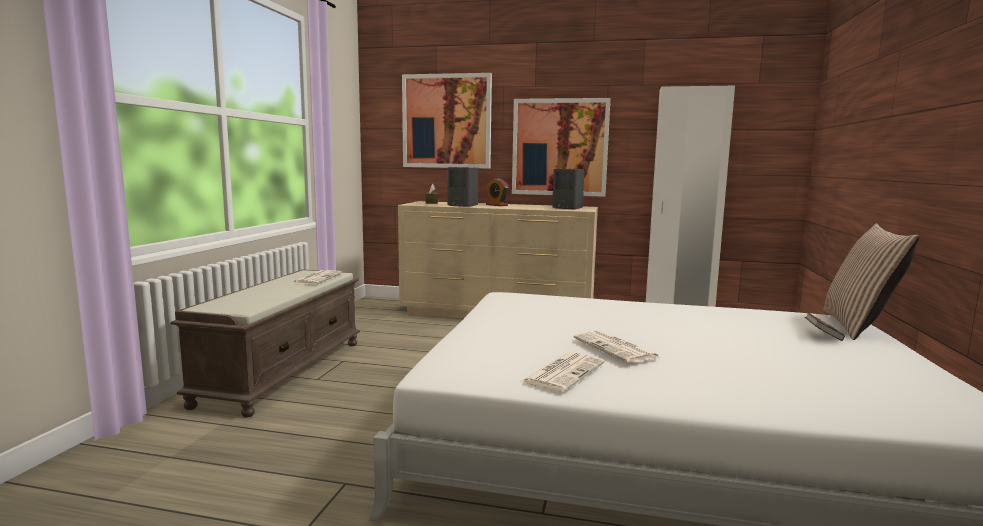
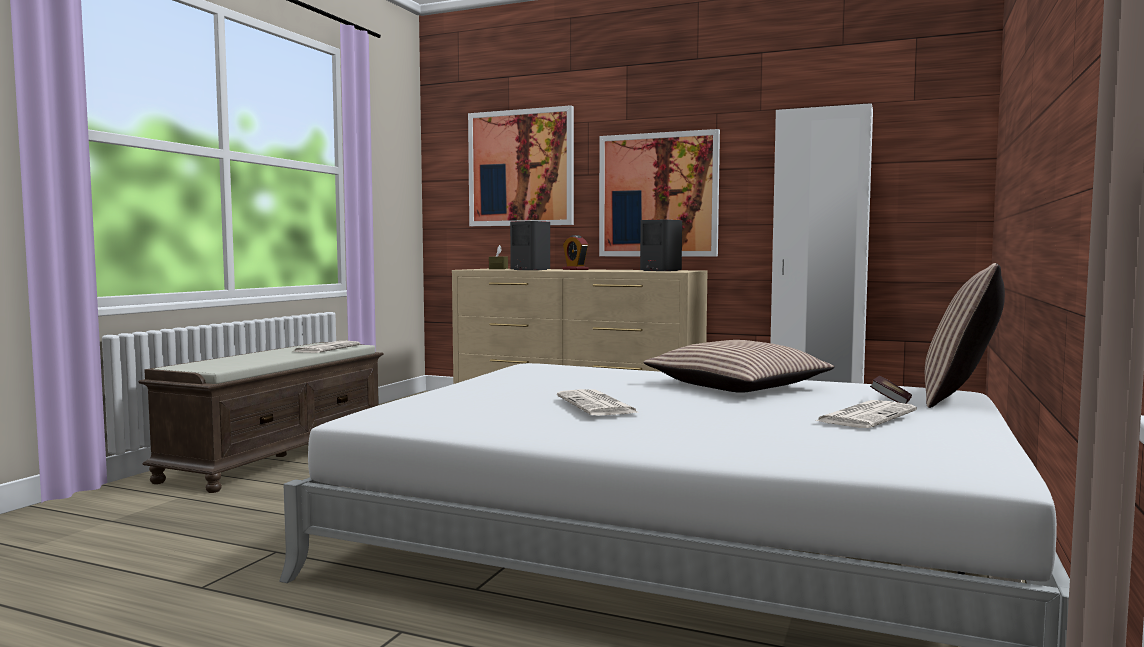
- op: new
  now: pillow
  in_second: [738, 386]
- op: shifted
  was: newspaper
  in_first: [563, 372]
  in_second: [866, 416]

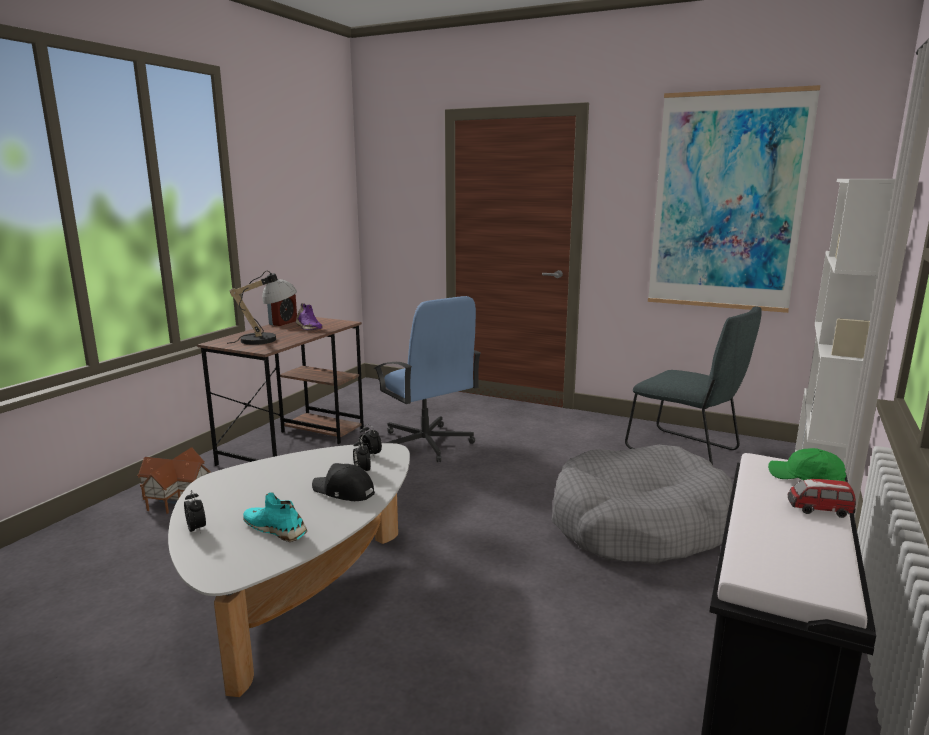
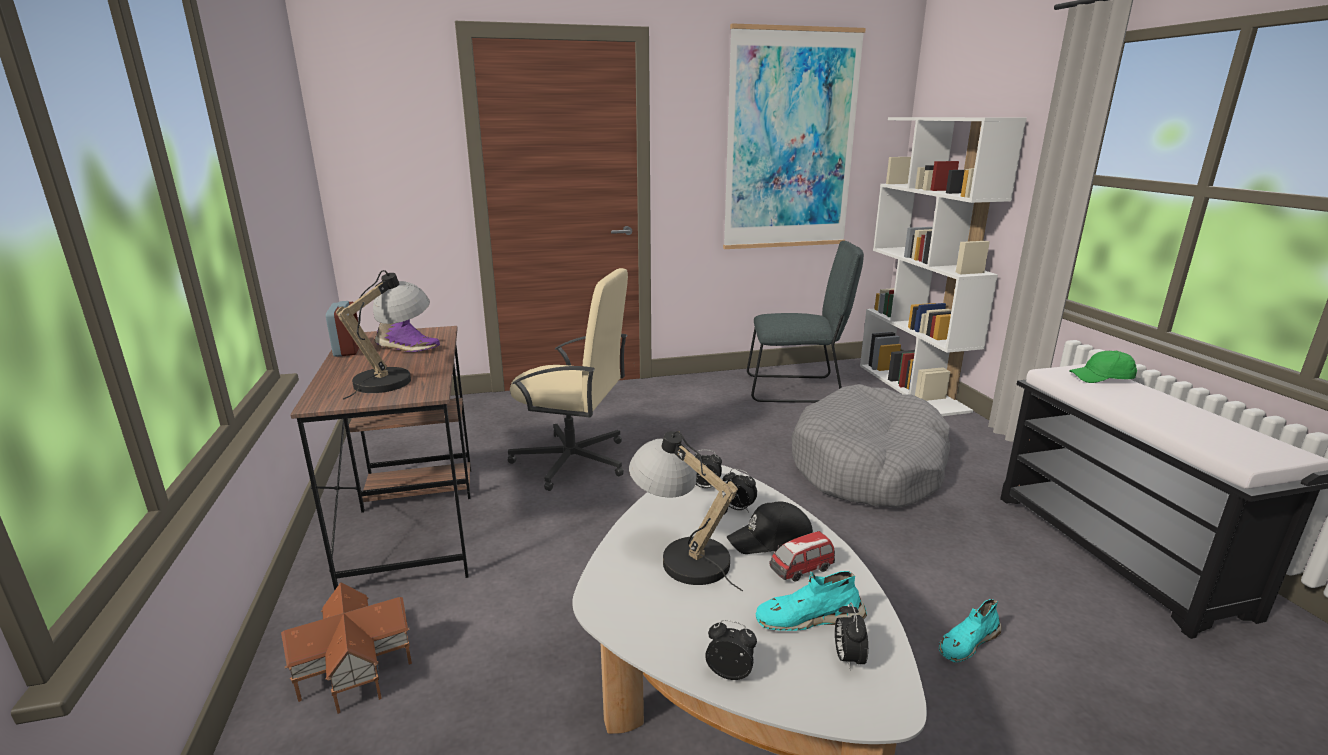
- op: repainted
  was: blue office chair
  now: beige office chair
  in_first: [426, 444]
  in_second: [573, 461]
- op: new
  now: table lamp
  in_second: [682, 555]
- op: shifted
  was: toy car
  in_first: [819, 510]
  in_second: [801, 570]
- op: new
  now: alarm clock
  in_second: [847, 658]
- op: new
  now: turquoise shoe
  in_second: [967, 643]

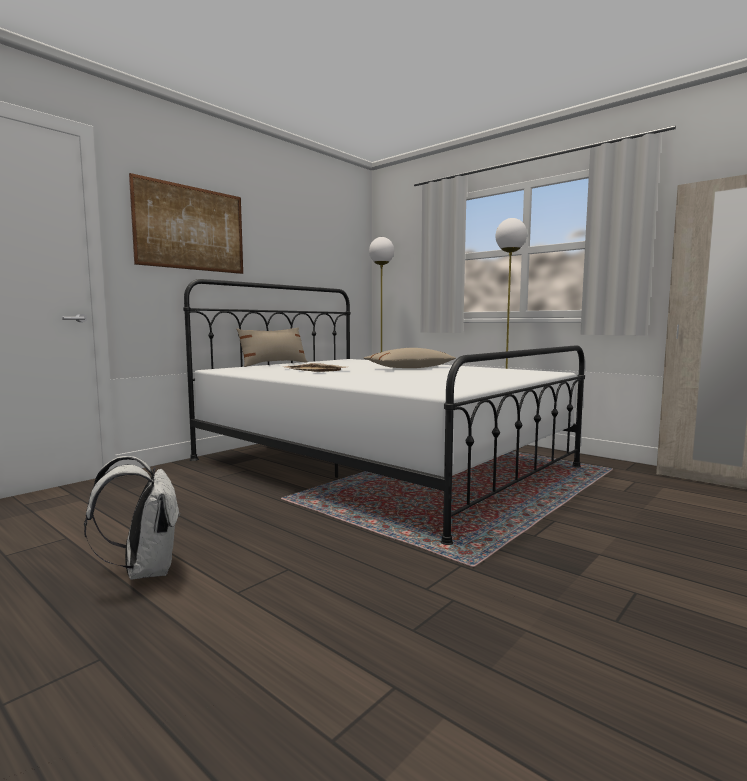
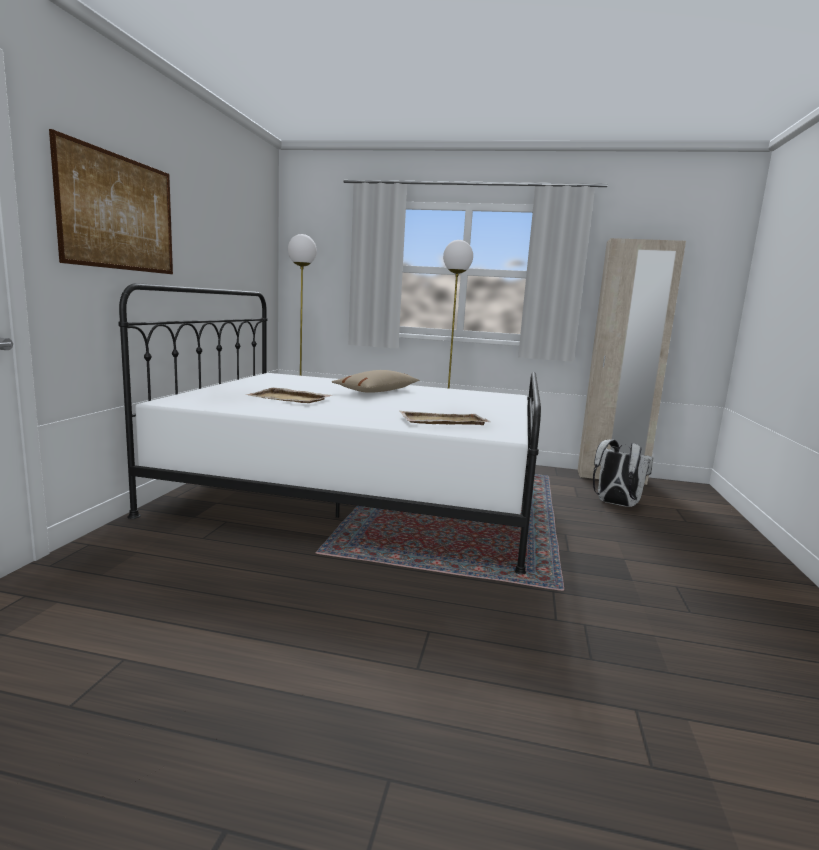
- op: new
  now: beige tray
  in_second: [442, 421]
- op: shifted
  was: white backpack
  in_first: [144, 570]
  in_second: [615, 504]
- op: gone
  was: beige pillow
  in_first: [273, 364]

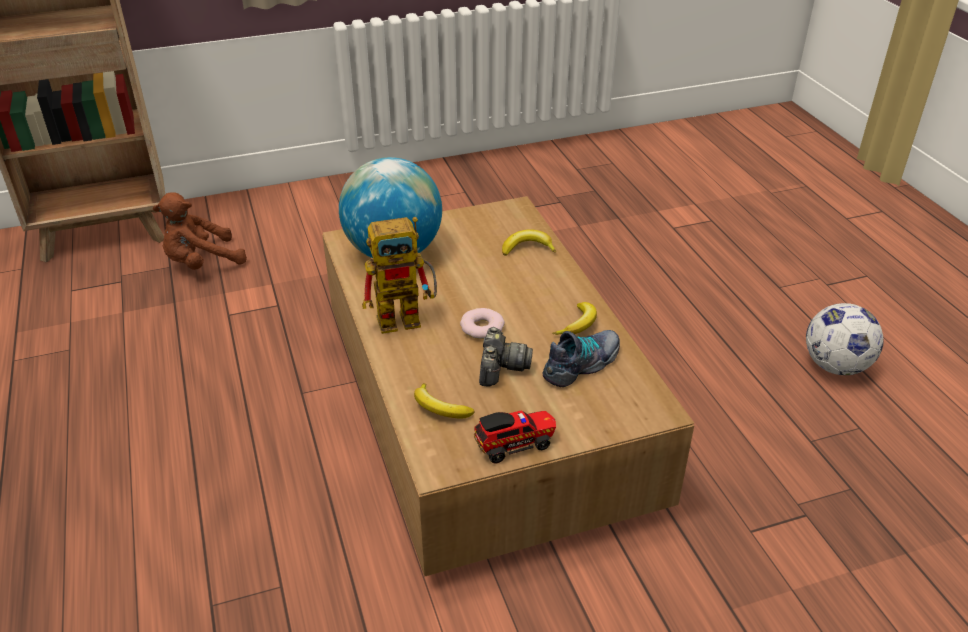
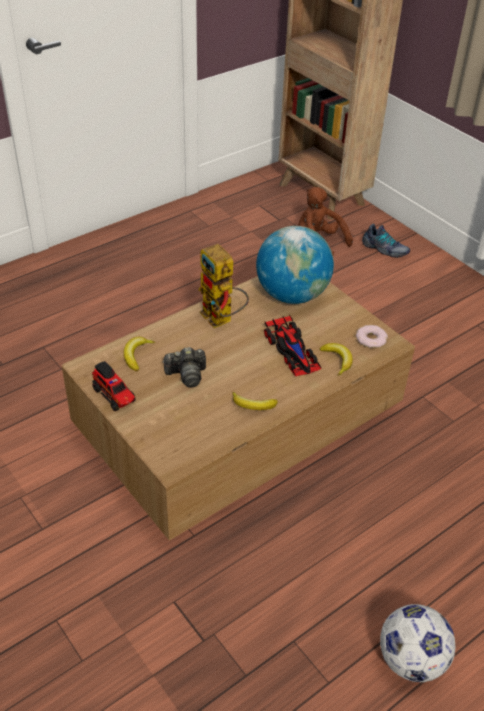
- op: new
  now: toy car
  in_second: [292, 351]
- op: shifted
  was: donut
  in_first: [481, 327]
  in_second: [371, 339]
- op: shifted
  was: shoe
  in_first: [582, 365]
  in_second: [384, 249]

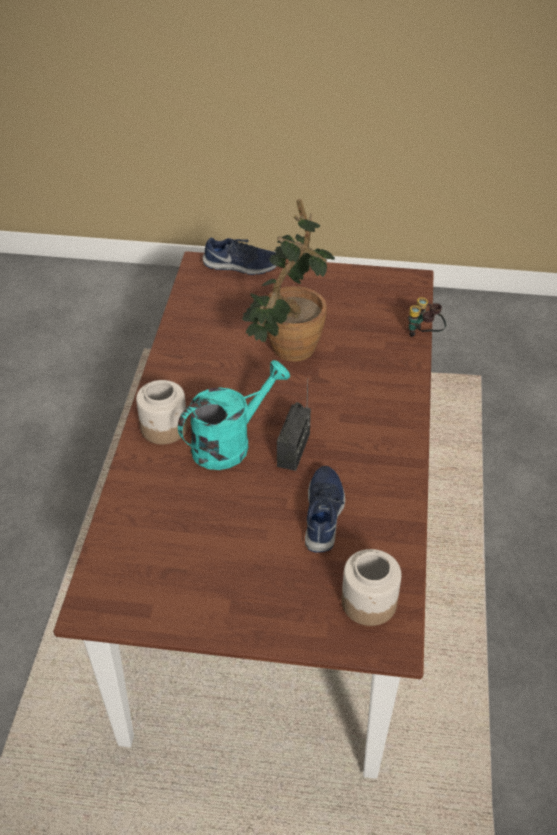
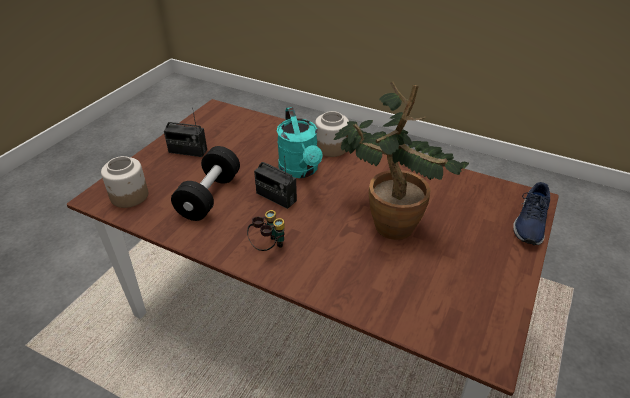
- op: new
  now: radio
  in_second: [187, 151]
- op: swapped
  was: blue shoe
  now: black dumbbell
  in_first: [324, 514]
  in_second: [209, 196]
- op: shifted
  was: binoculars
  in_first: [424, 335]
  in_second: [268, 246]

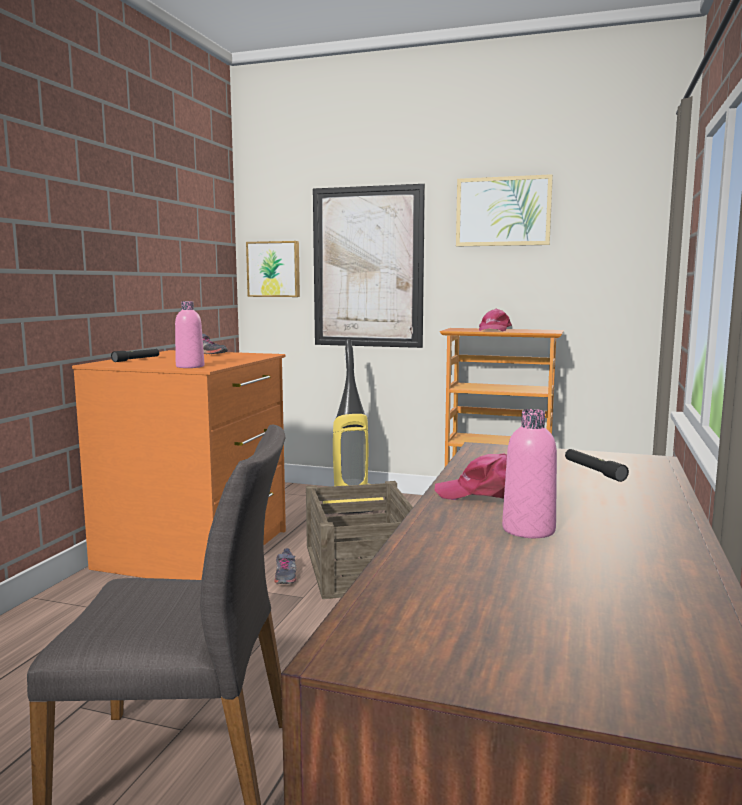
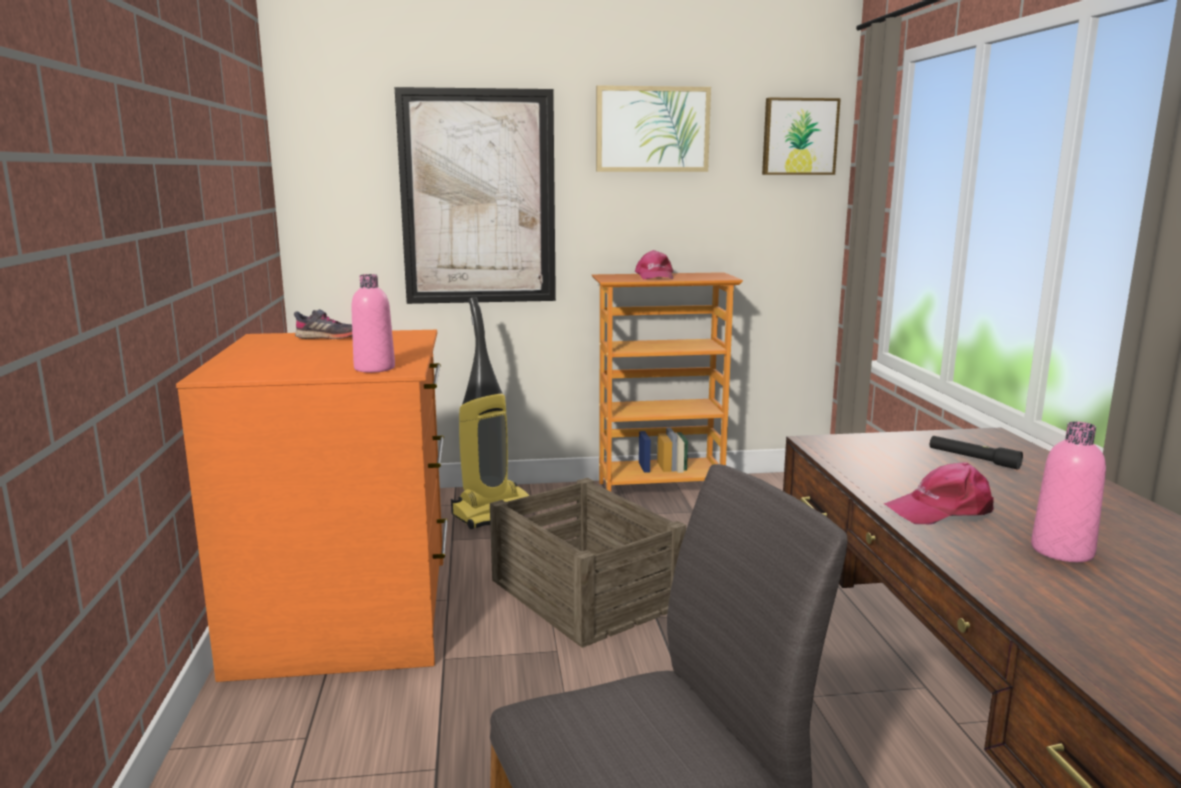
- op: shifted
  was: picture
  in_first: [274, 269]
  in_second: [799, 137]
- op: gone
  was: black flashlight
  in_first: [136, 359]
- op: gone
  was: grey shoe
  in_first: [285, 576]

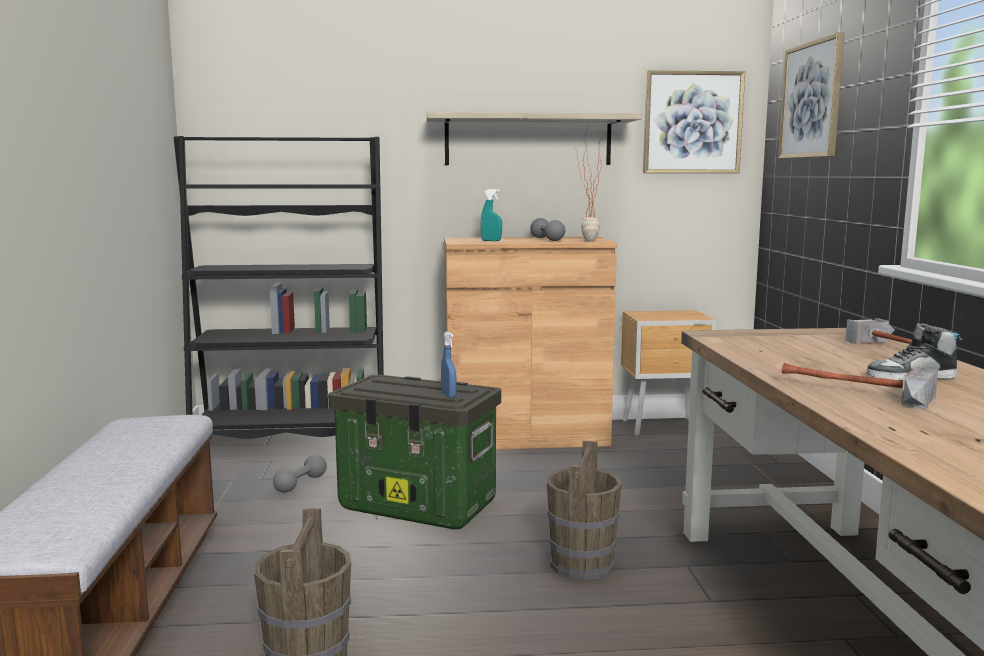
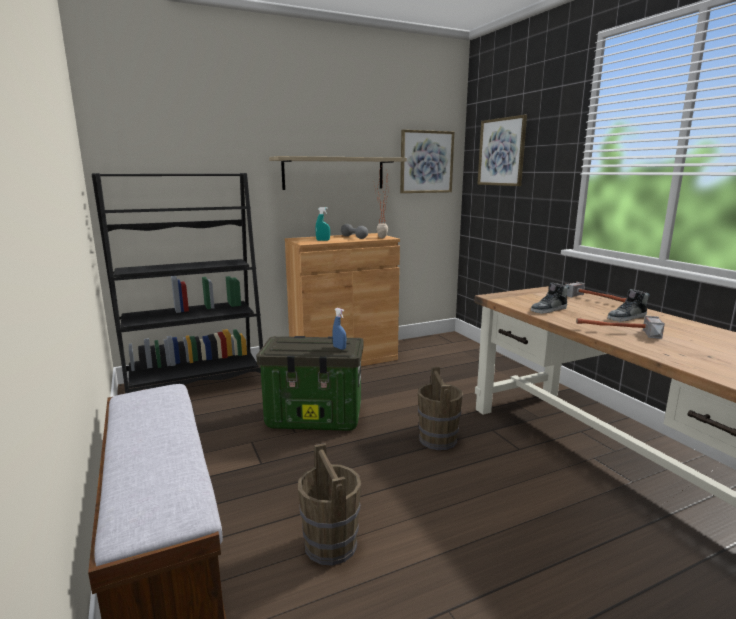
- op: new
  now: shoe
  in_second: [548, 310]
- op: gone
  was: grey dumbbell
  in_first: [301, 484]
- op: gone
  was: brown nightstand
  in_first: [665, 428]

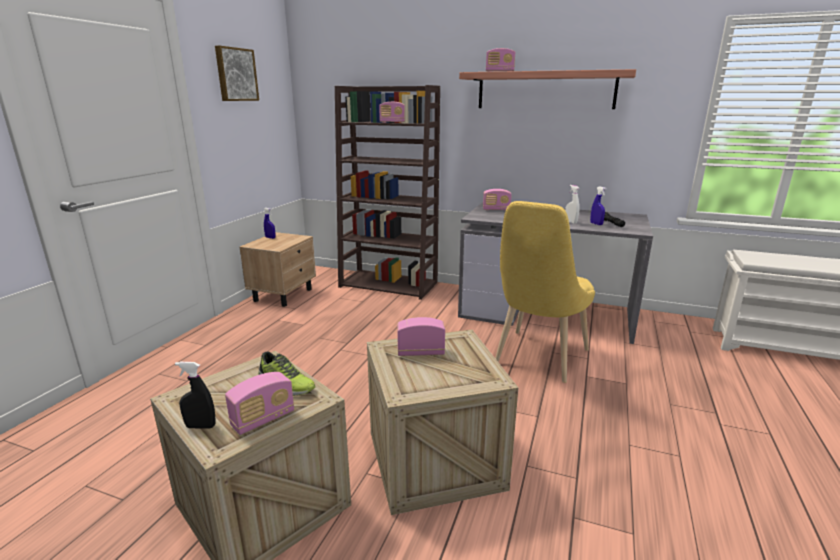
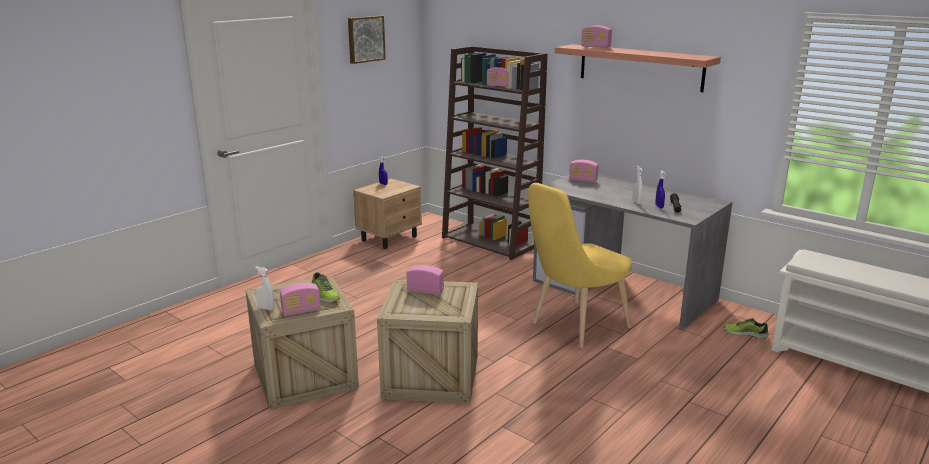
- op: repainted
  was: black spray bottle
  now: white spray bottle
  in_first: [200, 426]
  in_second: [266, 308]
- op: new
  now: shoe
  in_second: [745, 333]

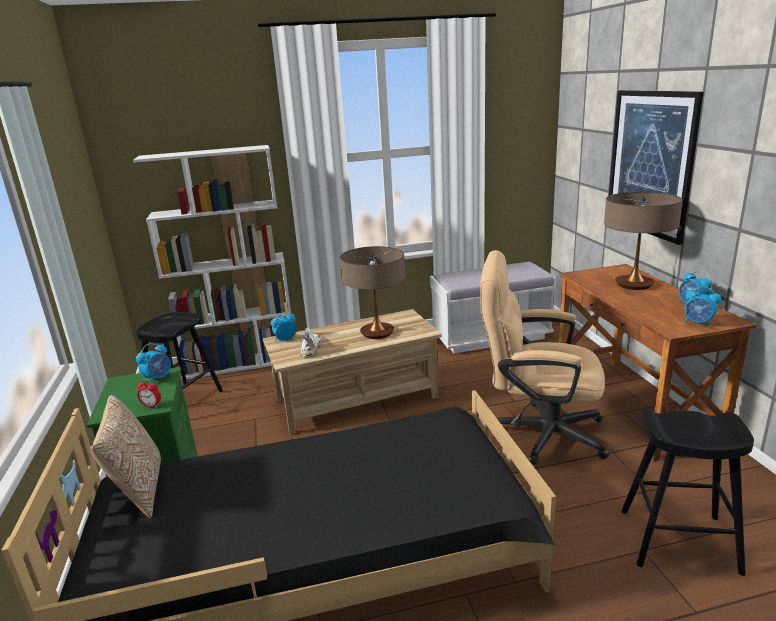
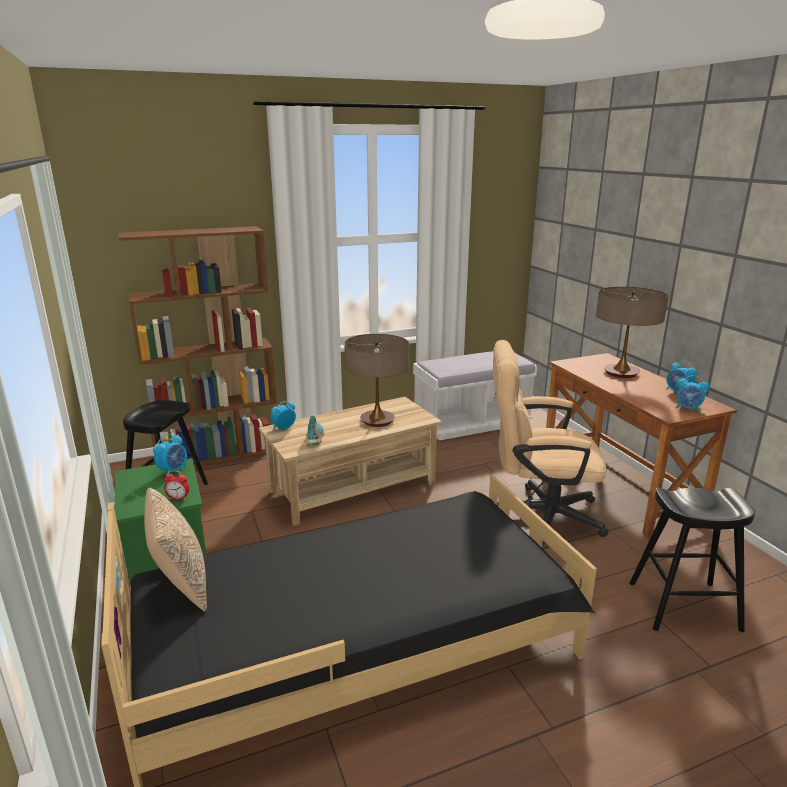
- op: repainted
  was: white bookcase
  now: brown bookcase
  in_first: [241, 363]
  in_second: [219, 454]
- op: repainted
  was: white shoe
  now: turquoise shoe
  in_first: [311, 349]
  in_second: [315, 438]
- op: gone
  was: picture
  in_first: [650, 163]

